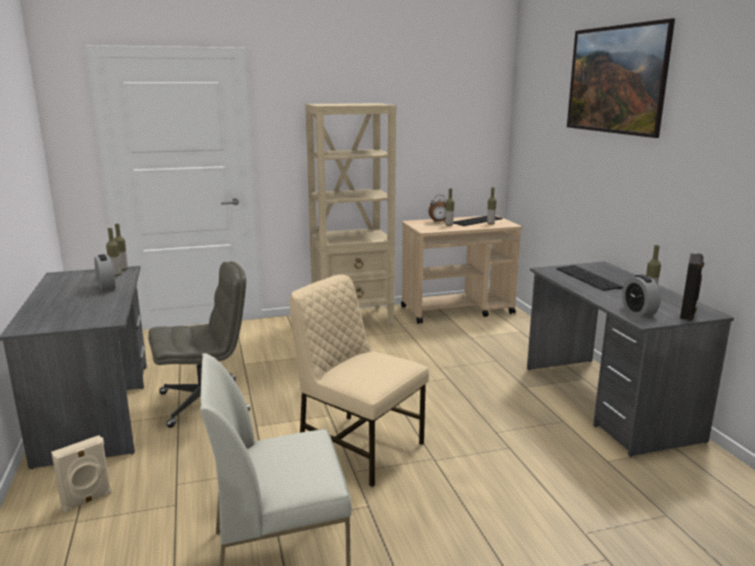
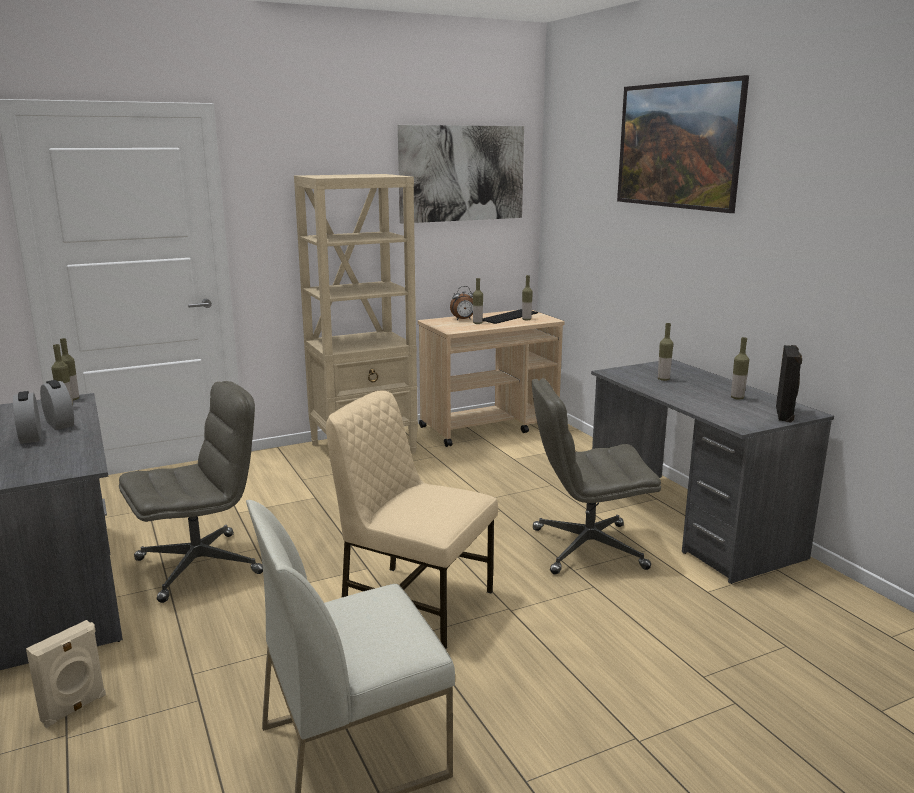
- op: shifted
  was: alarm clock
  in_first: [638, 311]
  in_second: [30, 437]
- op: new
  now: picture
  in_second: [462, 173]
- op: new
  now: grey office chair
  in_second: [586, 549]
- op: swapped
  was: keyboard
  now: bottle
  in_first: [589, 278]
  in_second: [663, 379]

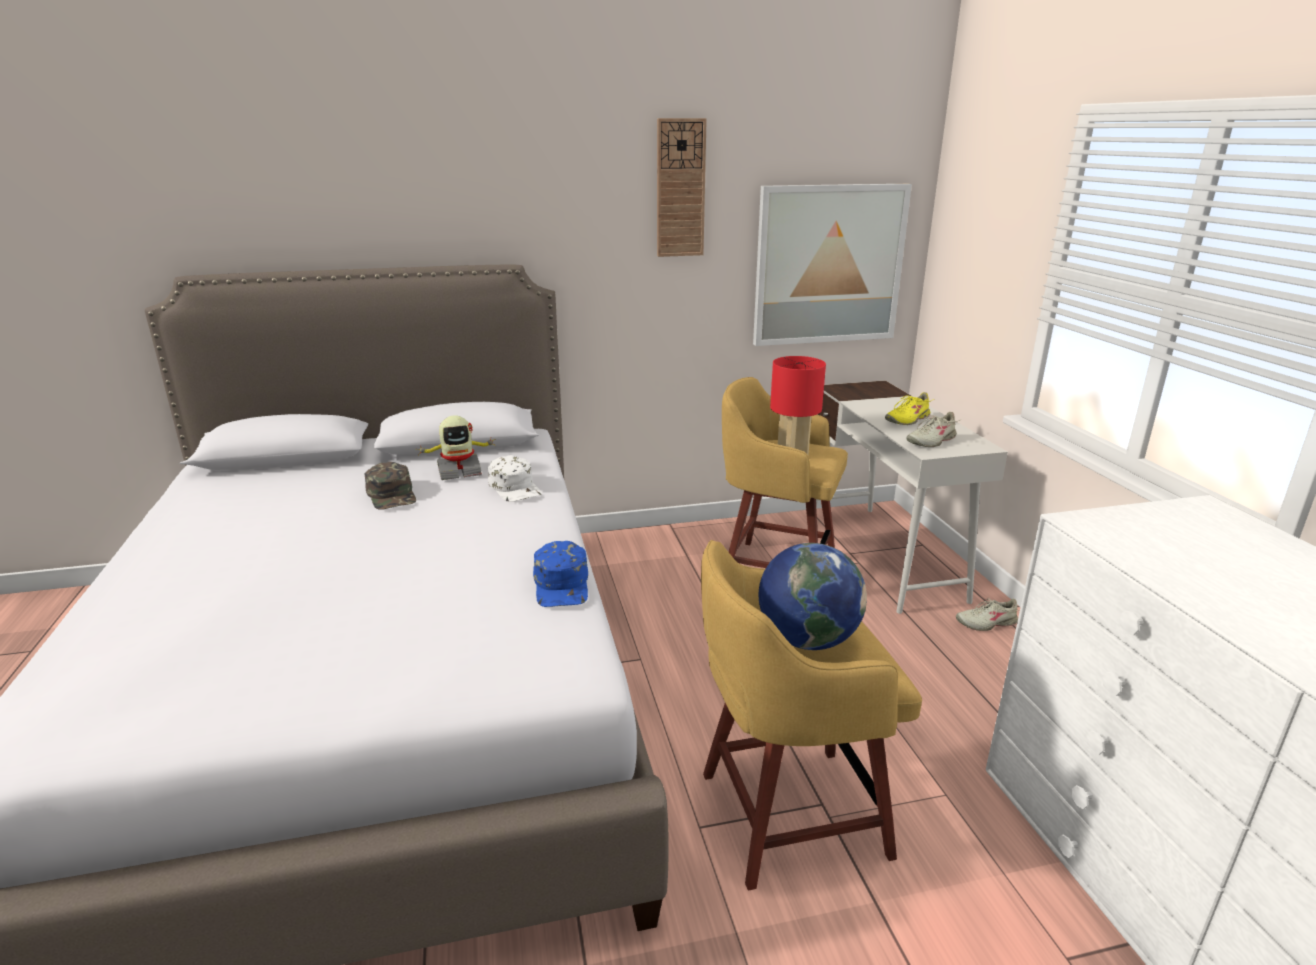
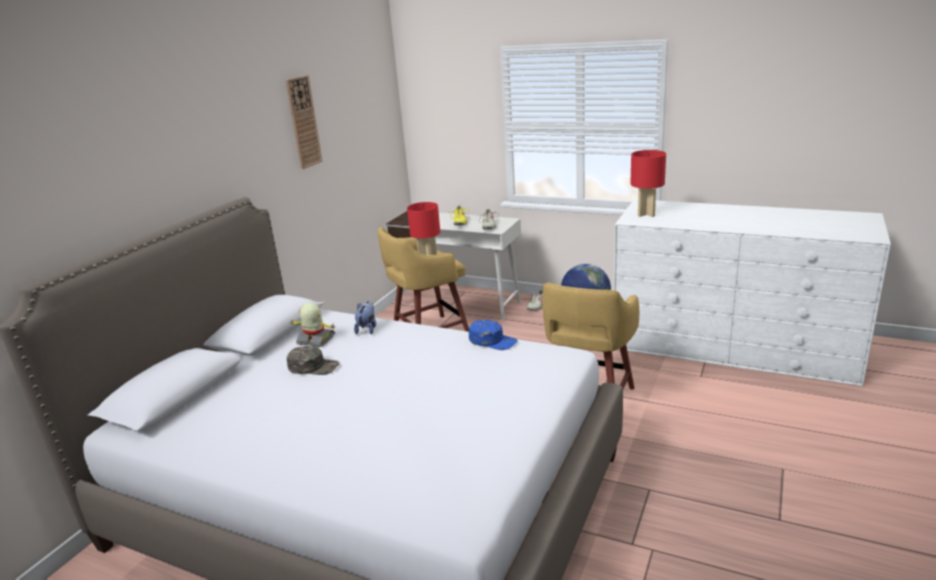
- op: rotated
  was: toy robot
  in_first: [459, 471]
  in_second: [315, 340]
  clockwise: -90
- op: swapped
  was: white cap
  now: plush toy
  in_first: [515, 488]
  in_second: [367, 329]
- op: new
  now: red table lamp
  in_second: [645, 214]
- op: gone
  was: picture
  in_first: [828, 265]

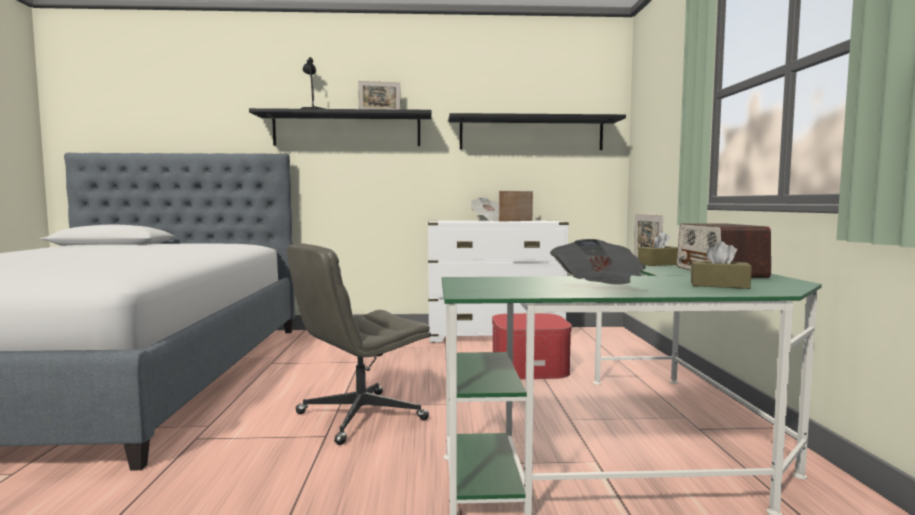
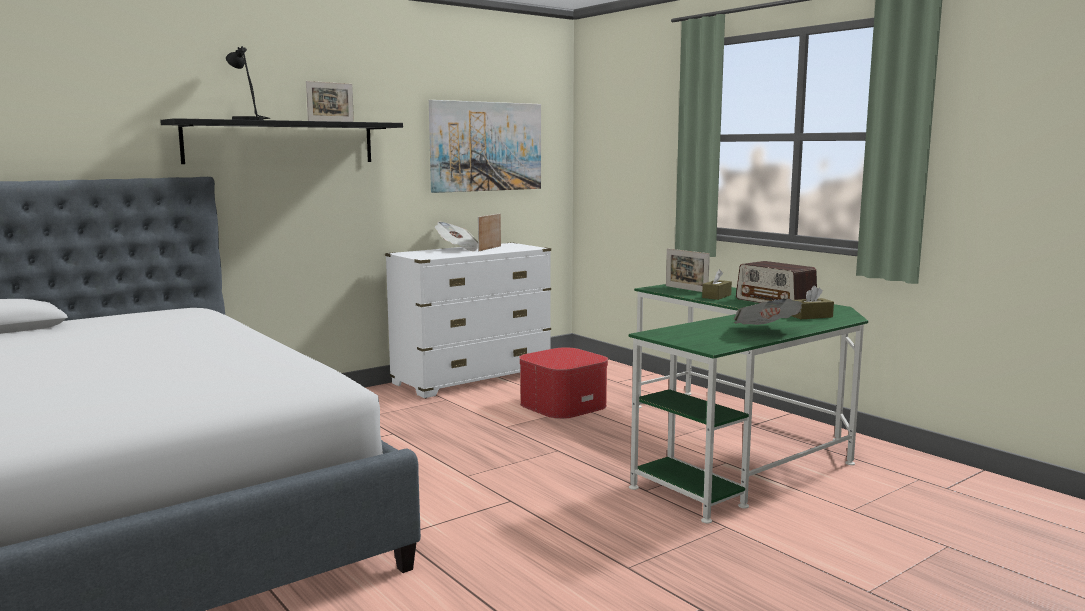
- op: swapped
  was: black shelf
  now: picture
  in_first: [531, 134]
  in_second: [486, 146]
- op: gone
  was: grey office chair
  in_first: [359, 417]

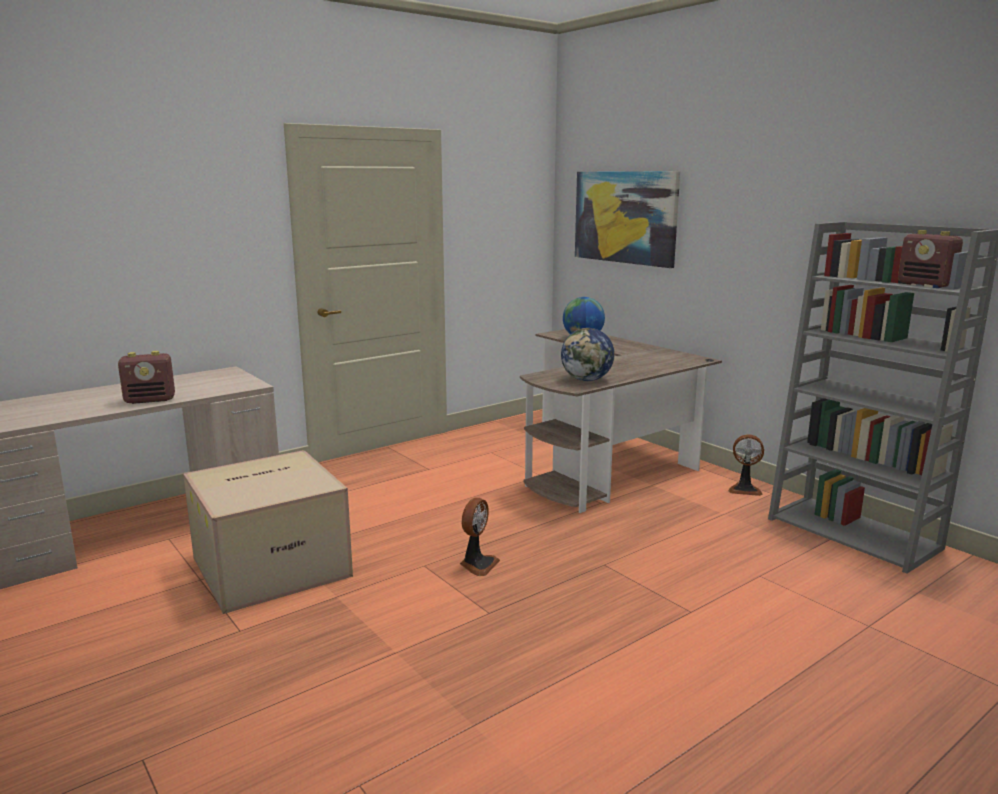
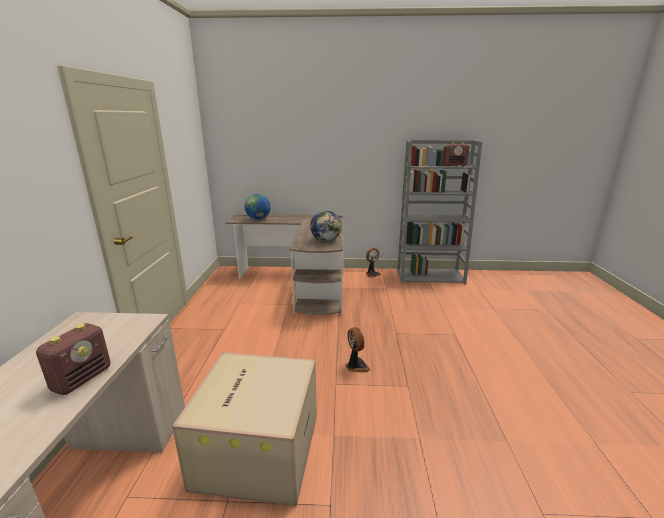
- op: gone
  was: picture
  in_first: [625, 217]

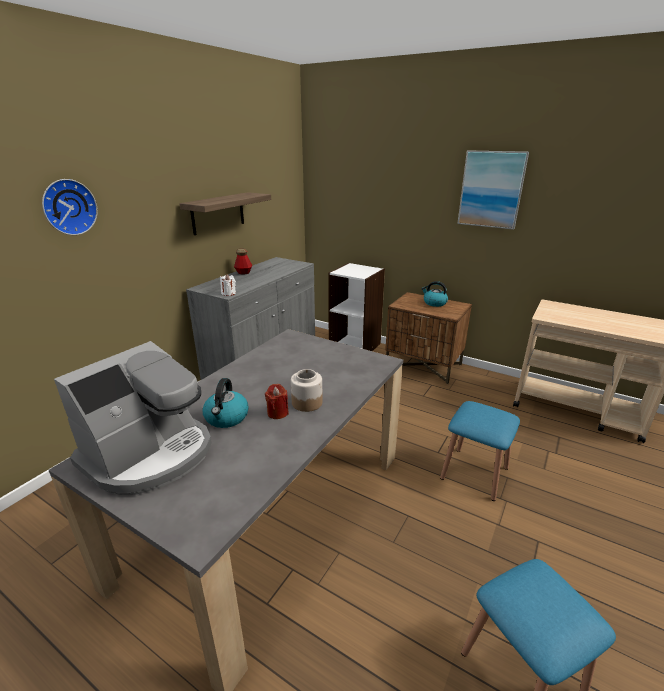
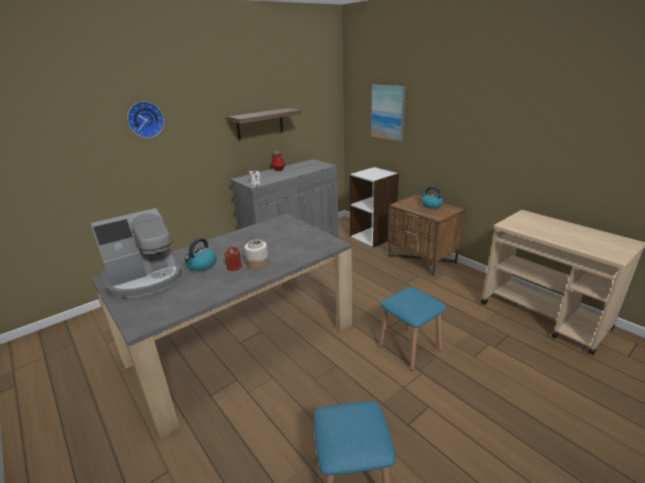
- op: shifted
  was: picture
  in_first: [491, 189]
  in_second: [388, 112]

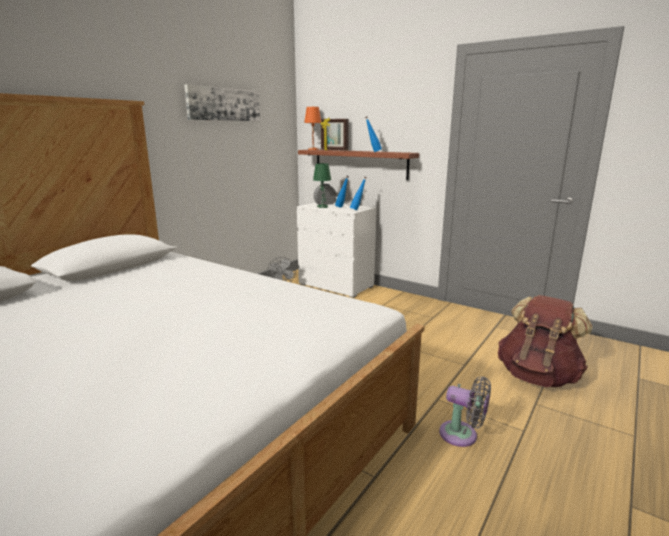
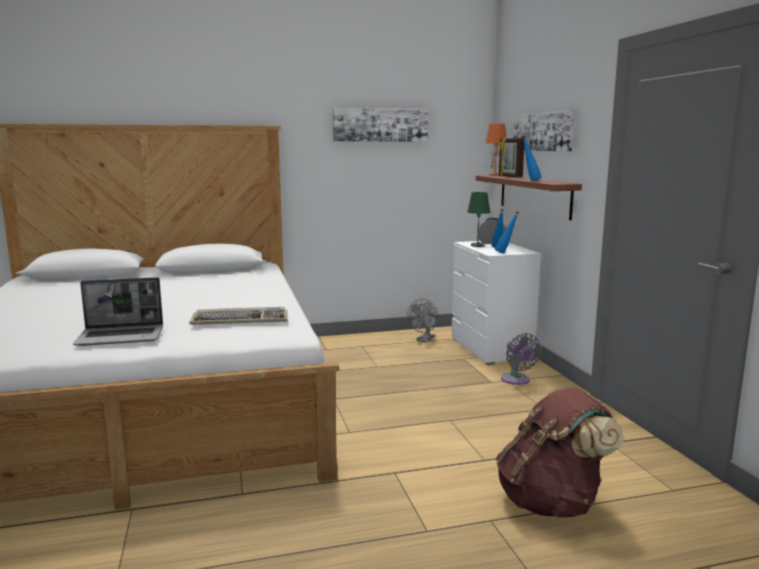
- op: new
  now: laptop
  in_second: [122, 336]
- op: new
  now: keyboard
  in_second: [241, 320]
- op: shifted
  was: grey fan
  in_first: [462, 435]
  in_second: [517, 380]
- op: new
  now: picture
  in_second: [543, 132]

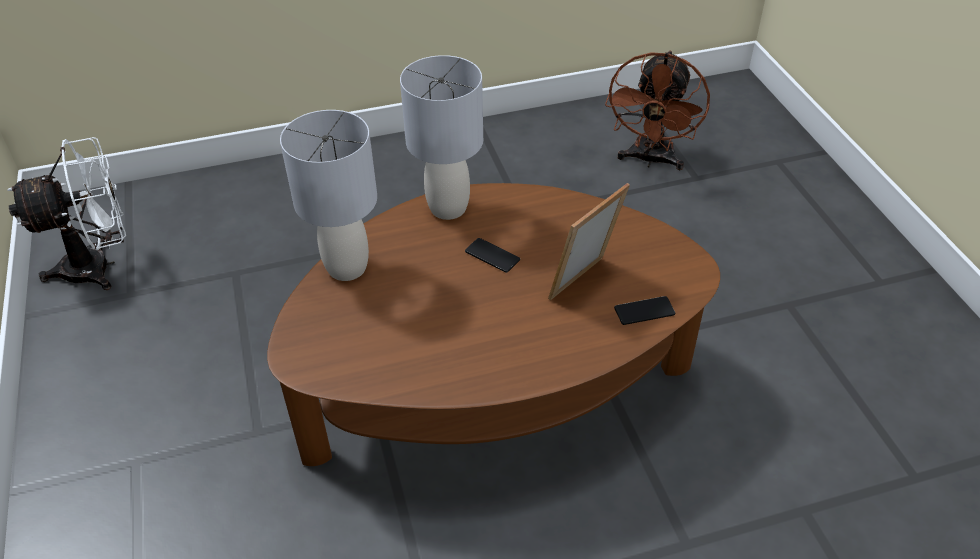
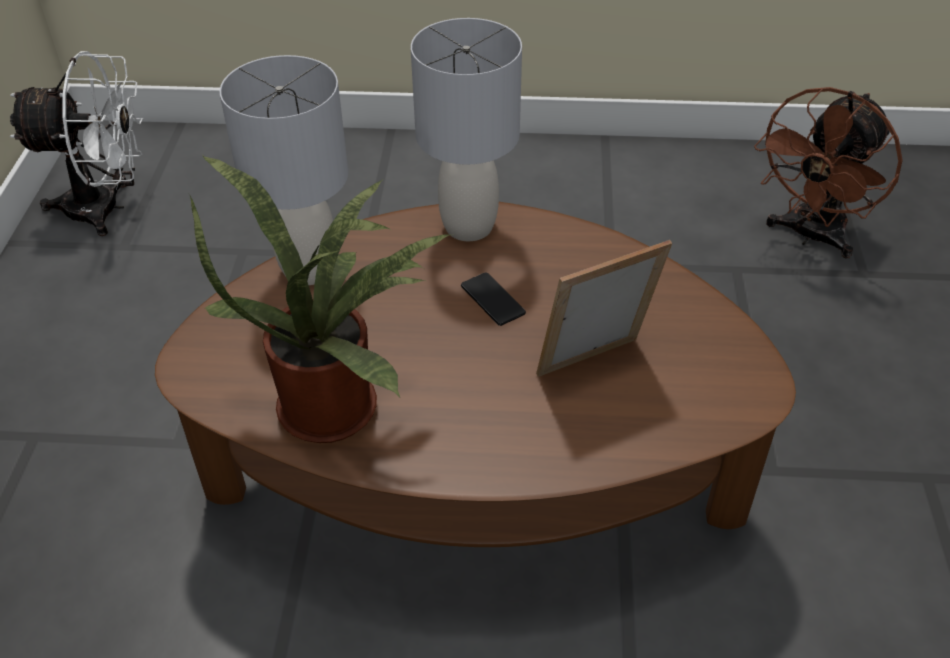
- op: new
  now: potted plant
  in_second: [337, 403]
- op: gone
  was: phone
  in_first: [644, 311]

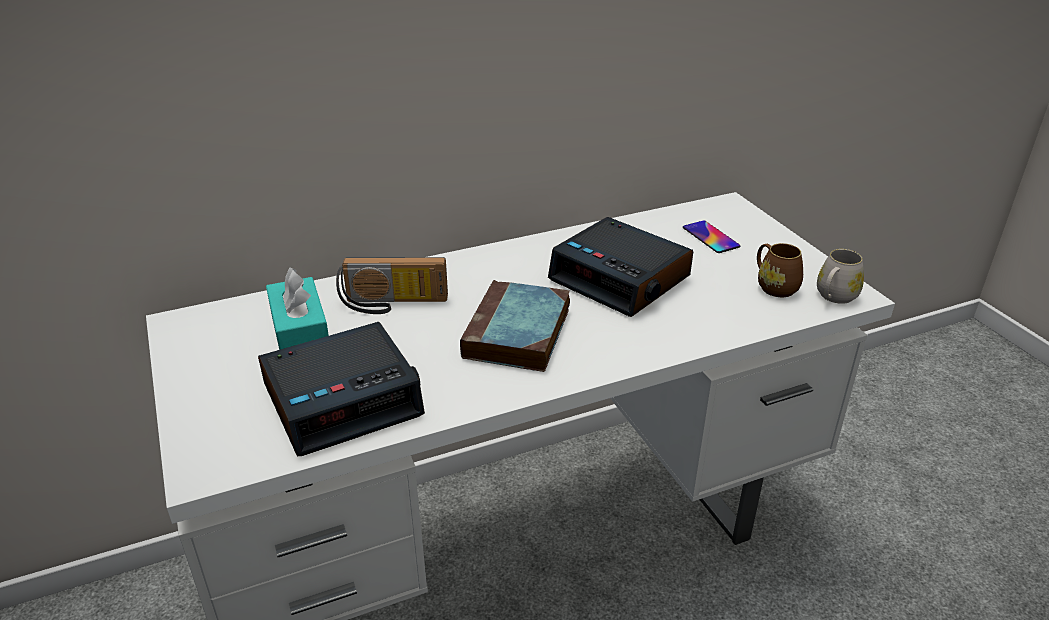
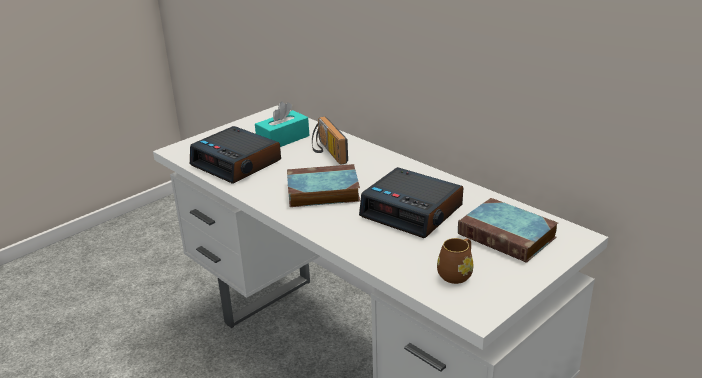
- op: rotated
  was: alarm clock
  in_first: [621, 279]
  in_second: [413, 211]
  clockwise: -75
- op: swapped
  was: phone
  now: book
  in_first: [710, 237]
  in_second: [509, 236]
- op: gone
  was: white mug
  in_first: [834, 297]

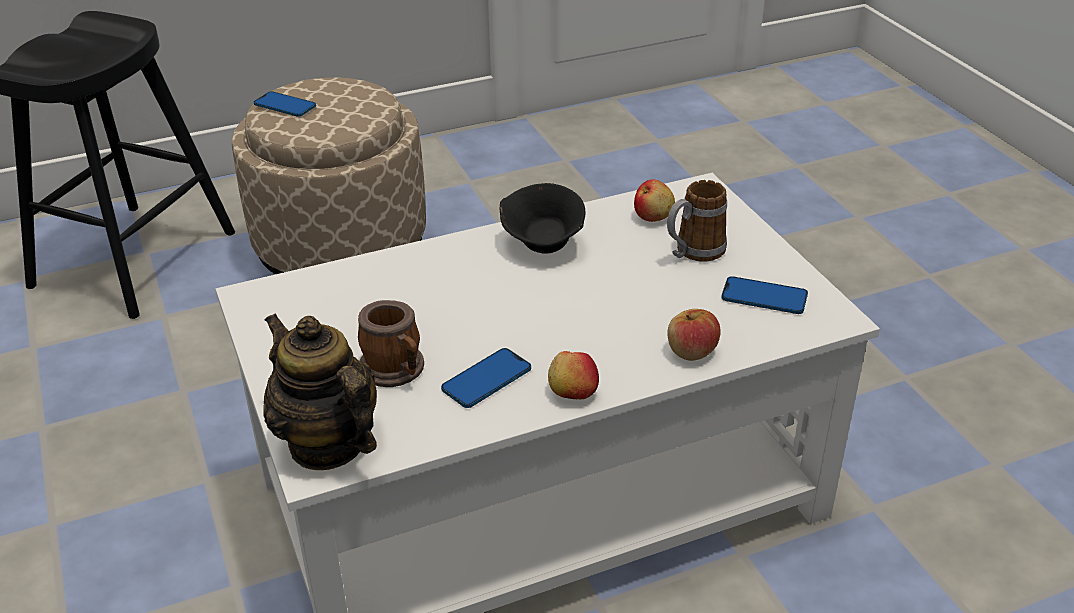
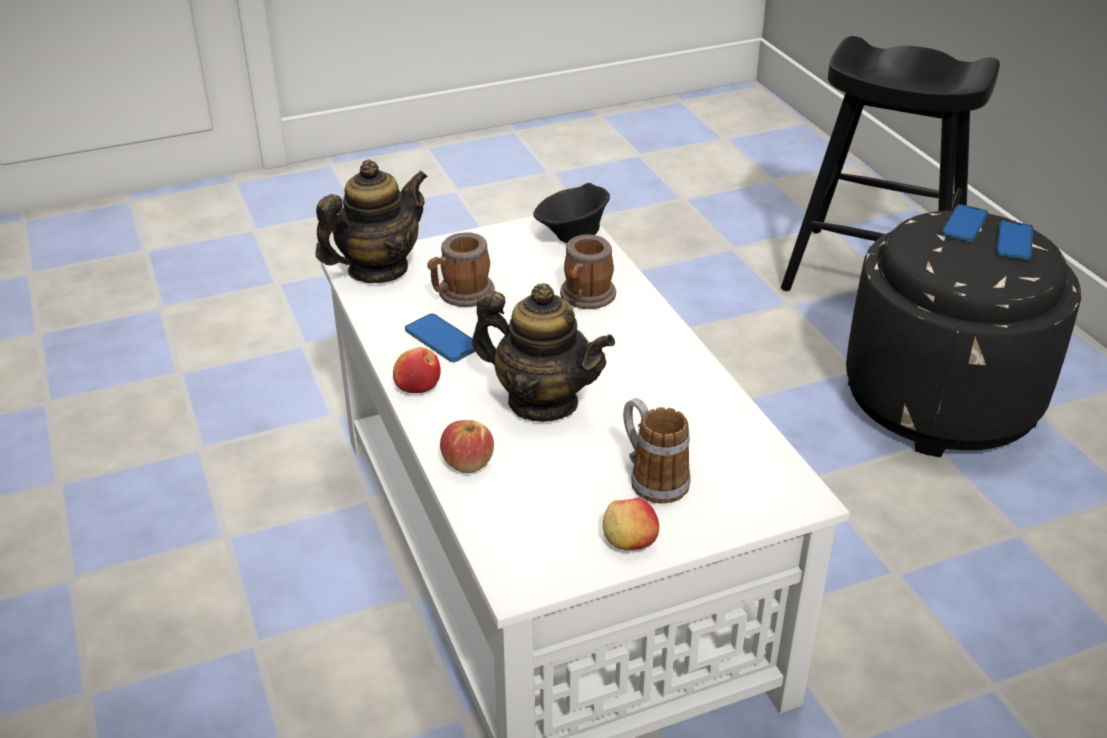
- op: new
  now: teapot
  in_second: [542, 402]
- op: shifted
  was: black bowl
  in_first: [544, 246]
  in_second: [572, 236]
- op: new
  now: mug
  in_second: [585, 298]
- op: shifted
  was: apple
  in_first: [653, 216]
  in_second: [629, 541]
- op: repainted
  was: beige ottoman
  now: black ottoman
  in_first: [341, 246]
  in_second: [941, 399]
- op: shifted
  was: phone
  in_first: [764, 297]
  in_second: [1014, 242]

